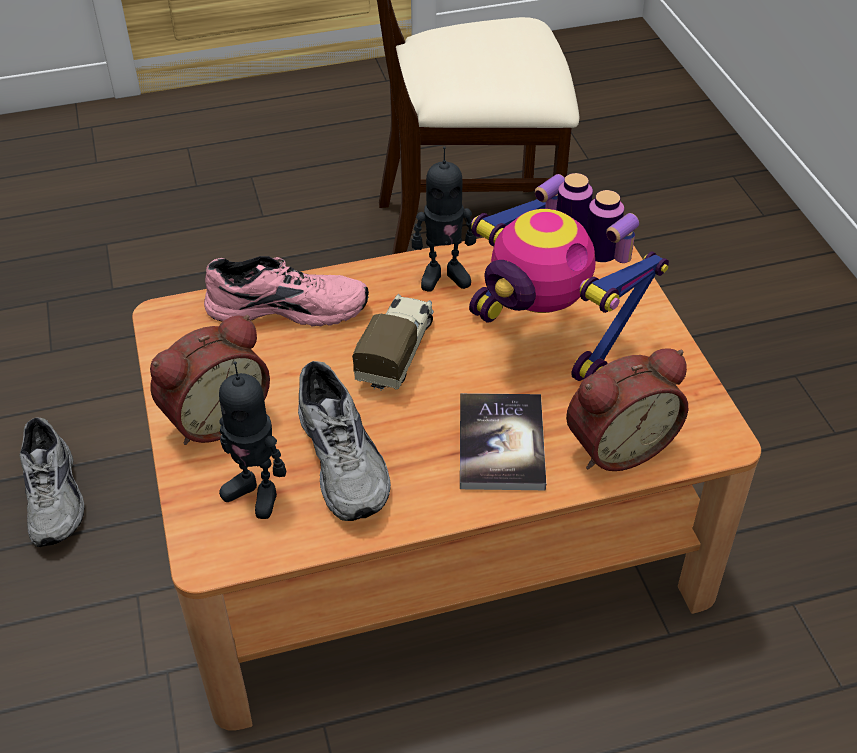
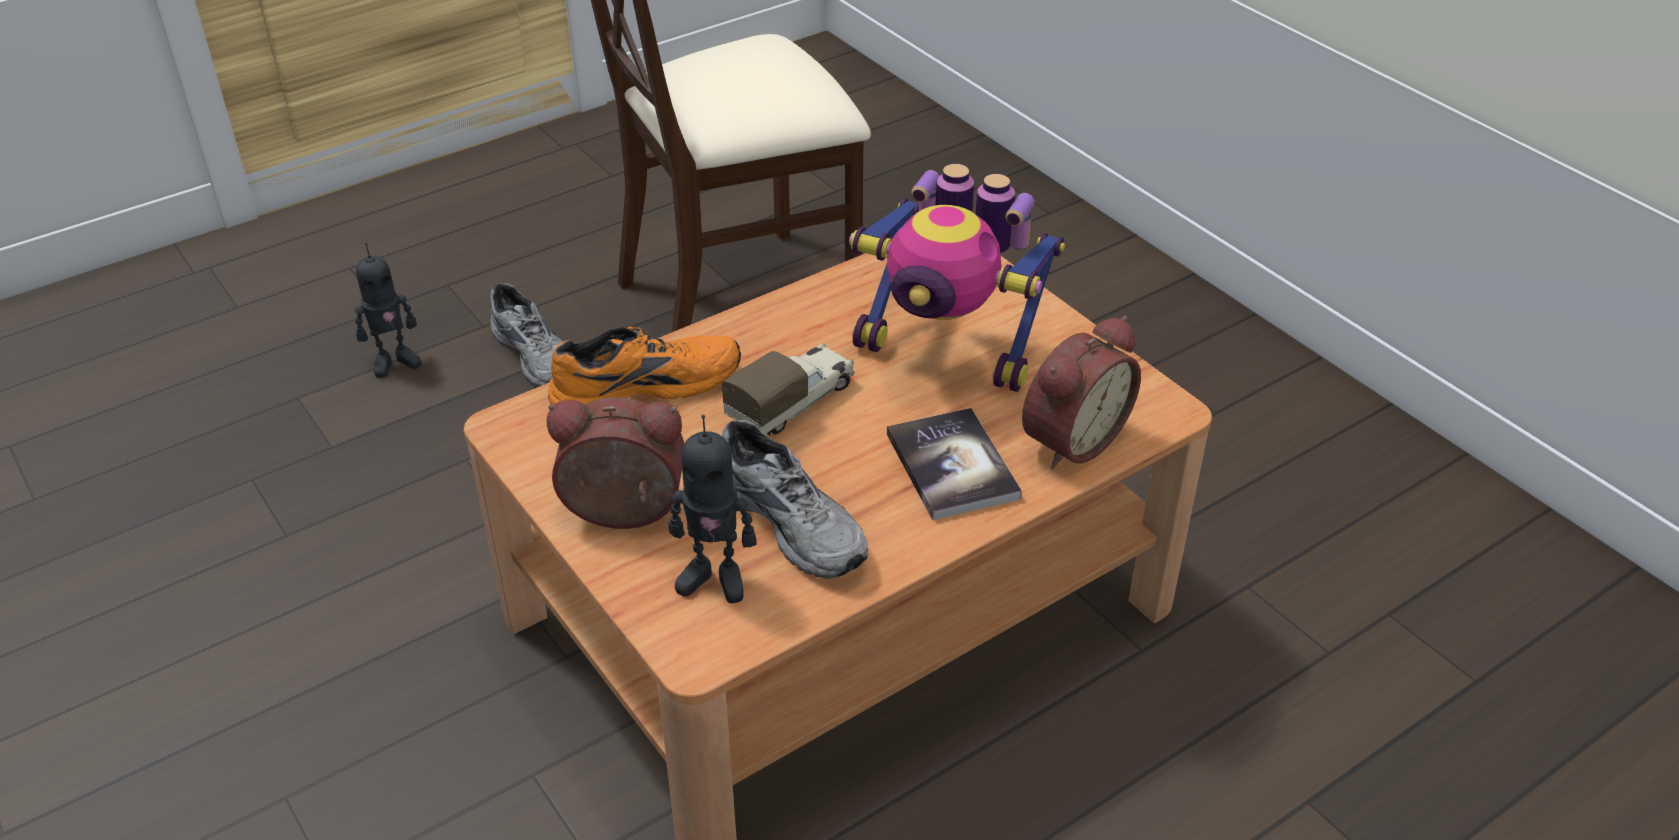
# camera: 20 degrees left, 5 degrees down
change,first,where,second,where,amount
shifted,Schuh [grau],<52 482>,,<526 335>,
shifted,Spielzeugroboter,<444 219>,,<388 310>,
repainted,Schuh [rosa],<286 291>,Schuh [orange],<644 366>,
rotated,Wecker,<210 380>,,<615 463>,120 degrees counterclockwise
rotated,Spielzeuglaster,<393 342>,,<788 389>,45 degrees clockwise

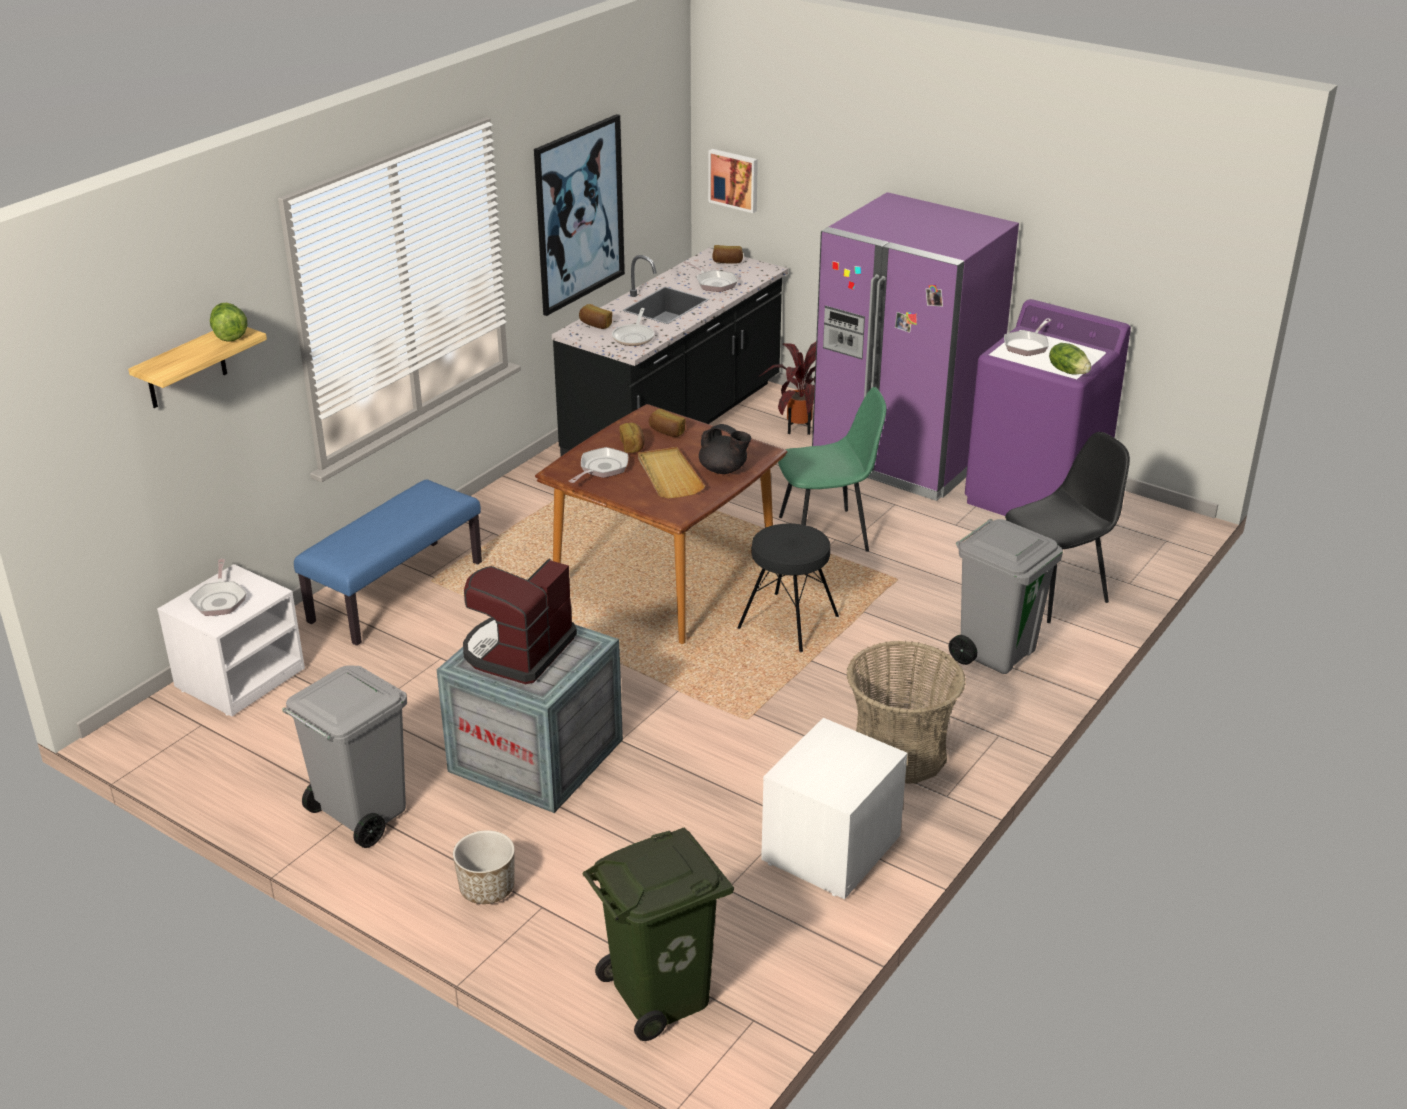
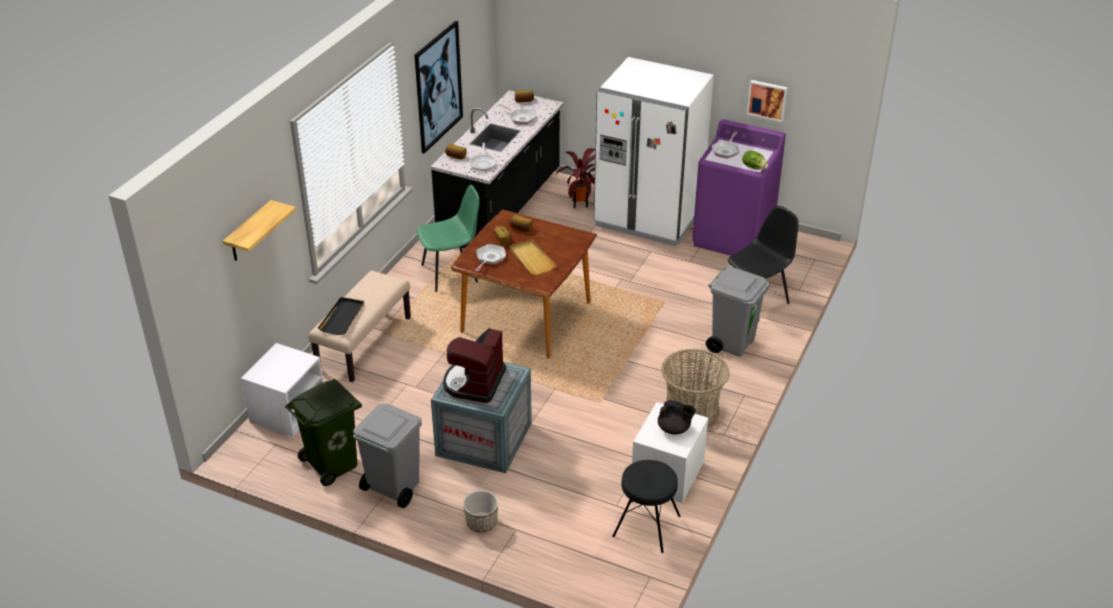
# camera: 10 degrees left, 5 degrees up
change,first,where,second,where,amount
gone,Pfanne,<218 587>,,,
gone,Salatkopf,<228 322>,,,
new,,,Tablett [schwarz],<341 316>,
shifted,Mülleimer [grün],<658 934>,,<323 432>,
shifted,Teekanne [schwarz],<725 449>,,<677 417>,
shifted,Bild,<733 181>,,<767 101>,
shifted,Hocker [schwarz],<788 587>,,<646 506>,
shifted,Stuhl [grün],<832 469>,,<448 238>,
repainted,Bank [blau],<388 562>,Bank [beige],<359 326>,
repainted,Kühlschrank [lila],<915 346>,Kühlschrank [weiß],<654 151>,

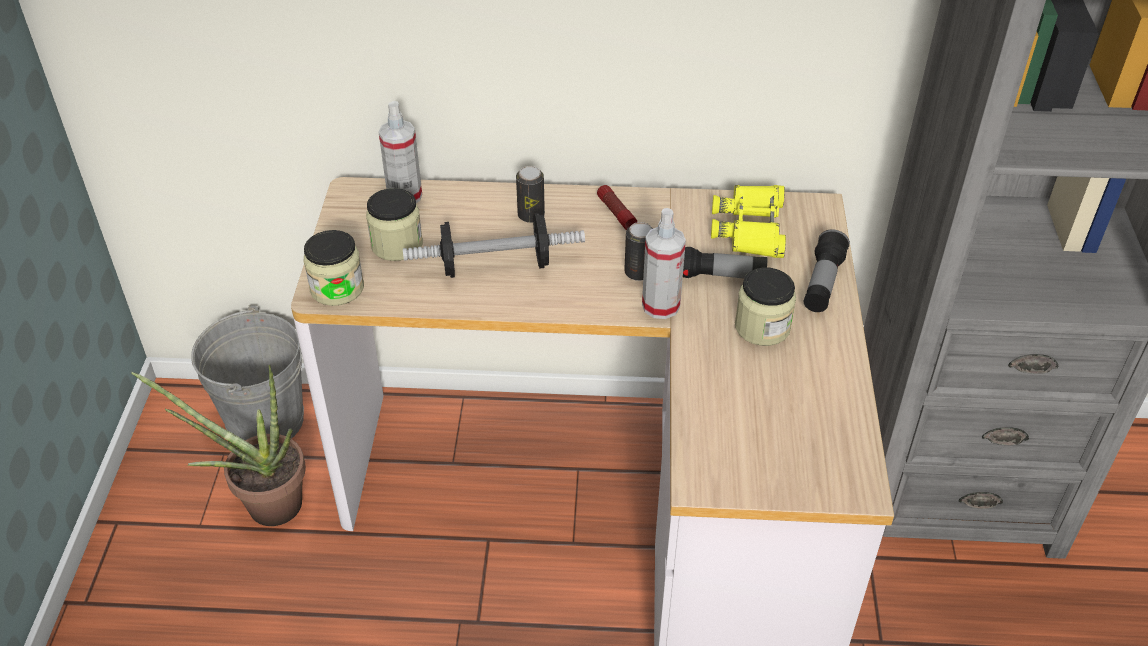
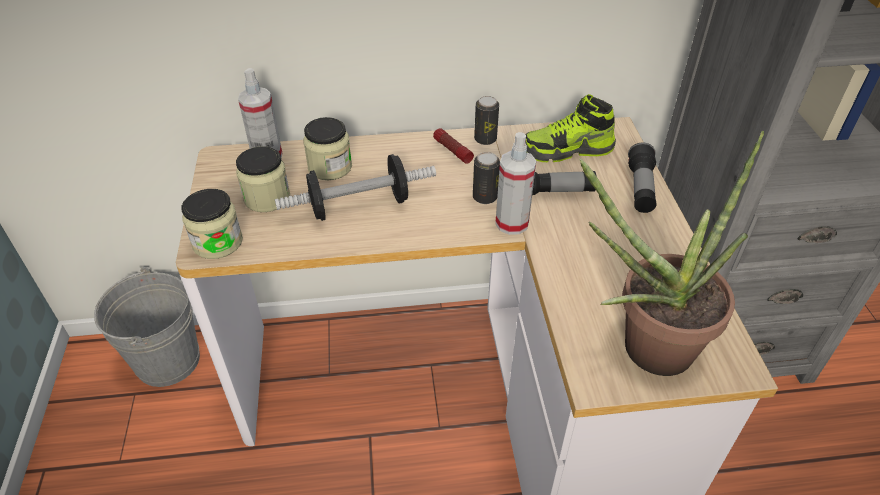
# camera: 10 degrees left, 0 degrees up
change,first,where,second,where,amount
shifted,Topfpflanze,<218 445>,,<671 253>,
shifted,Dose,<530 194>,,<486 120>,
shifted,Vorratsglas,<765 306>,,<327 148>,
swapped,Fernglas [gelb],<748 221>,Schuh,<570 128>,

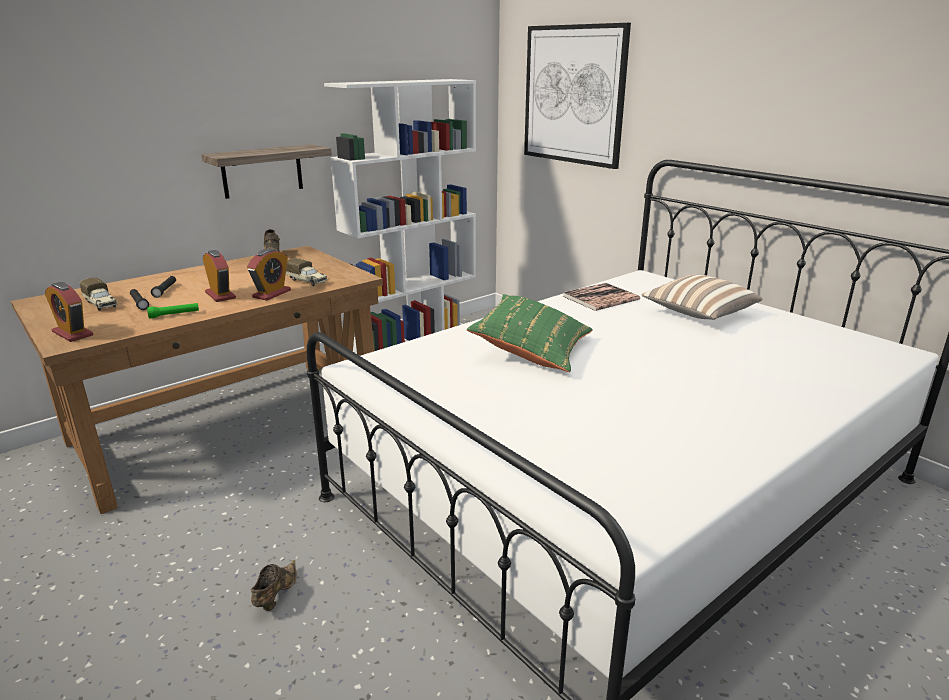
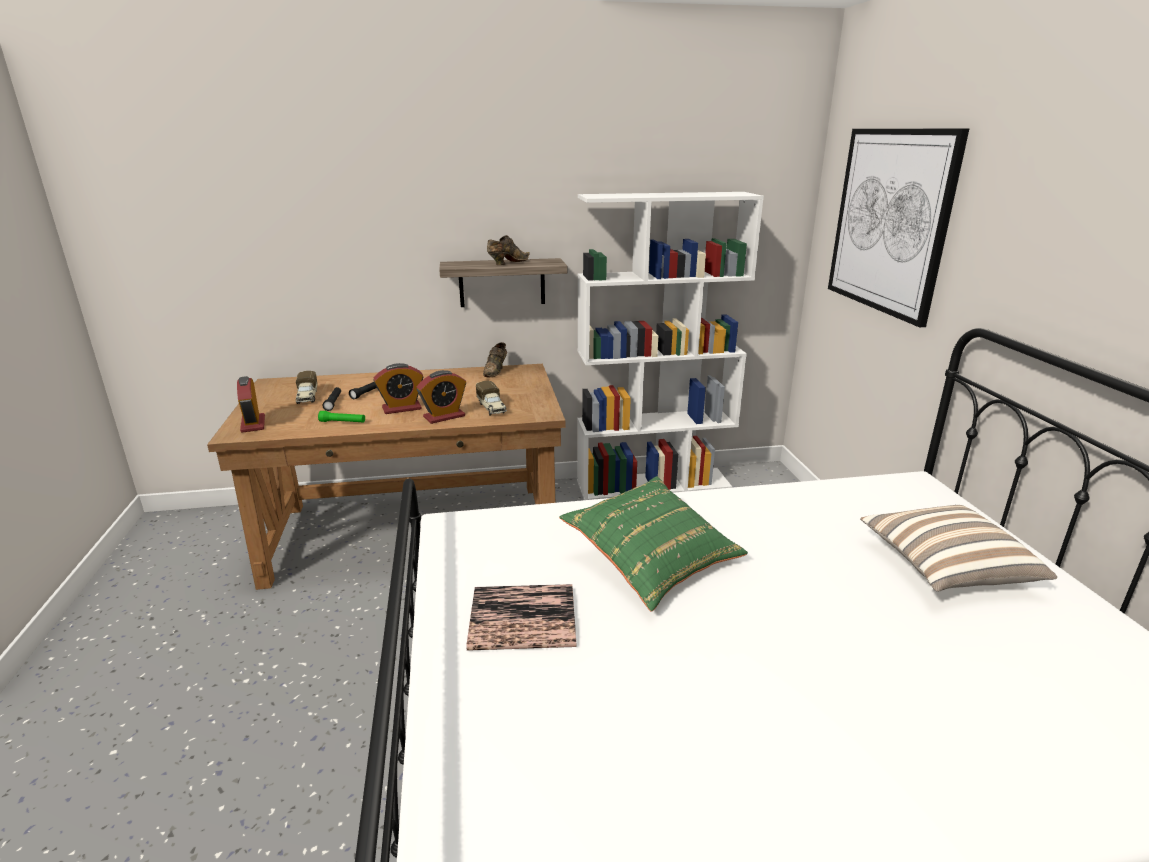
# camera: 30 degrees right, 0 degrees up
change,first,where,second,where,amount
shifted,Schuh [braun],<274 585>,,<508 250>,
shifted,Buch,<601 297>,,<521 617>,
rotated,Wecker,<219 276>,,<398 388>,75 degrees clockwise

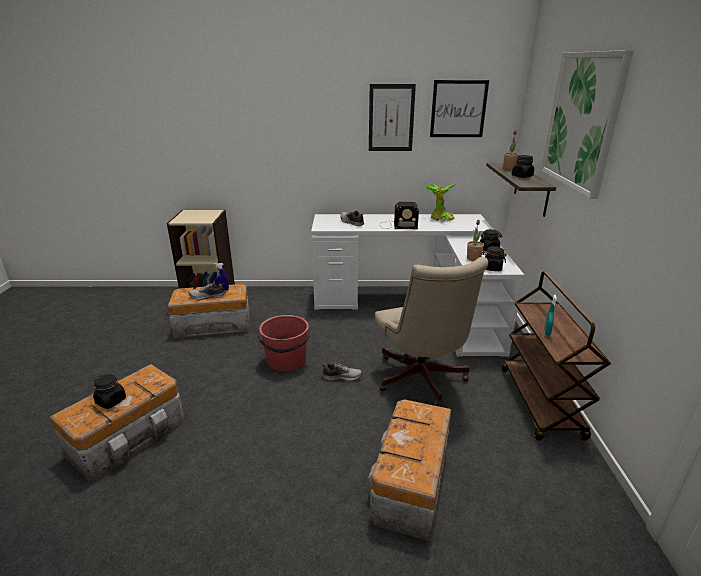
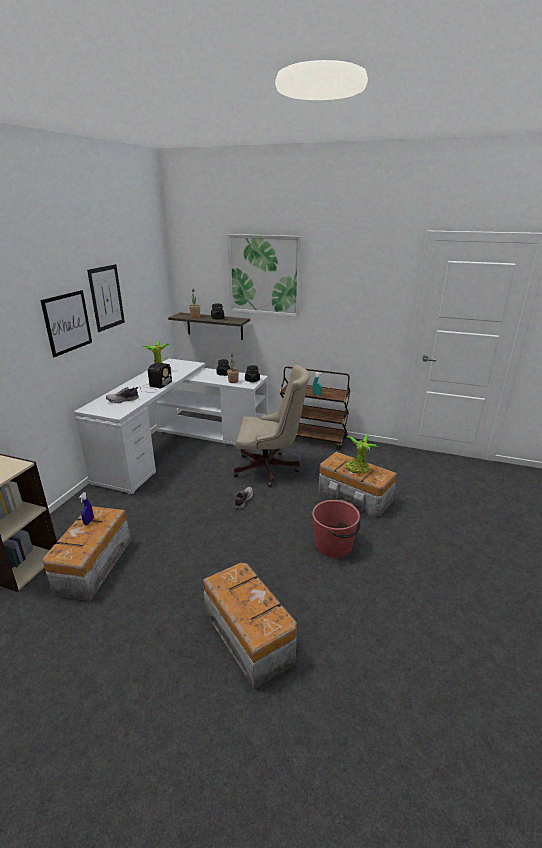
# camera: 70 degrees left, 0 degrees up
change,first,where,second,where,amount
gone,Vorratsglas [schwarz],<109 391>,,,
gone,Schuh,<207 291>,,,
new,,,Topfpflanze,<362 453>,
shifted,Eimer [rot],<283 343>,,<336 529>,
shifted,Bild,<459 108>,,<66 323>,

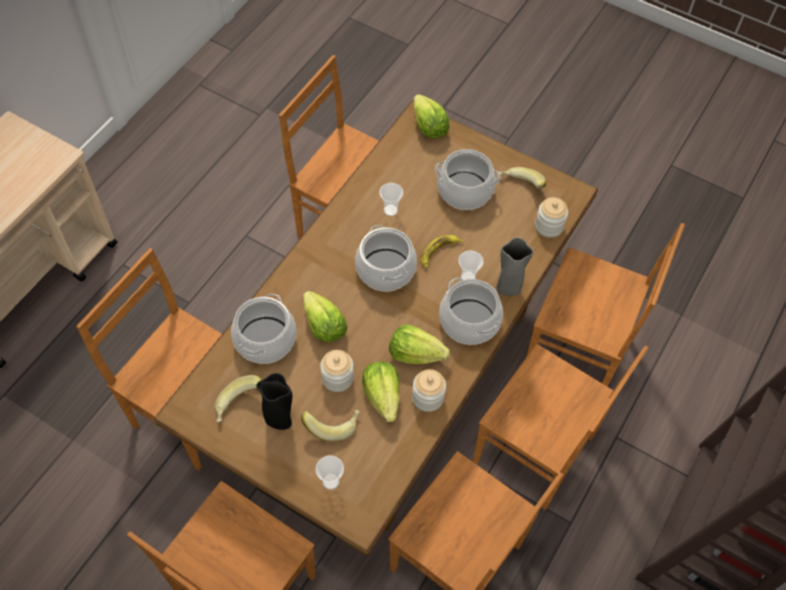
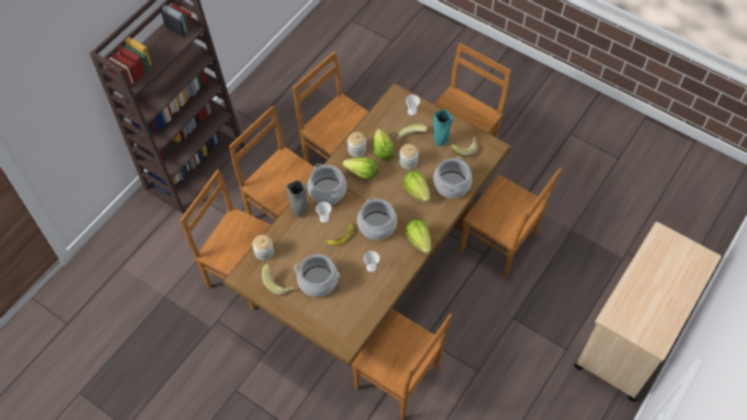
# camera: 175 degrees left, 0 degrees up
change,first,where,second,where,amount
shifted,Salatkopf,<431 116>,,<418 236>,
repainted,Vase [schwarz],<274 401>,Vase [türkis],<443 128>,

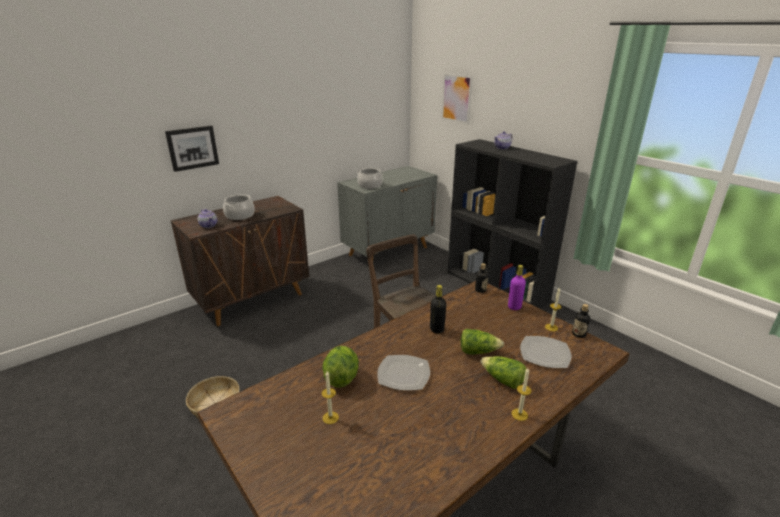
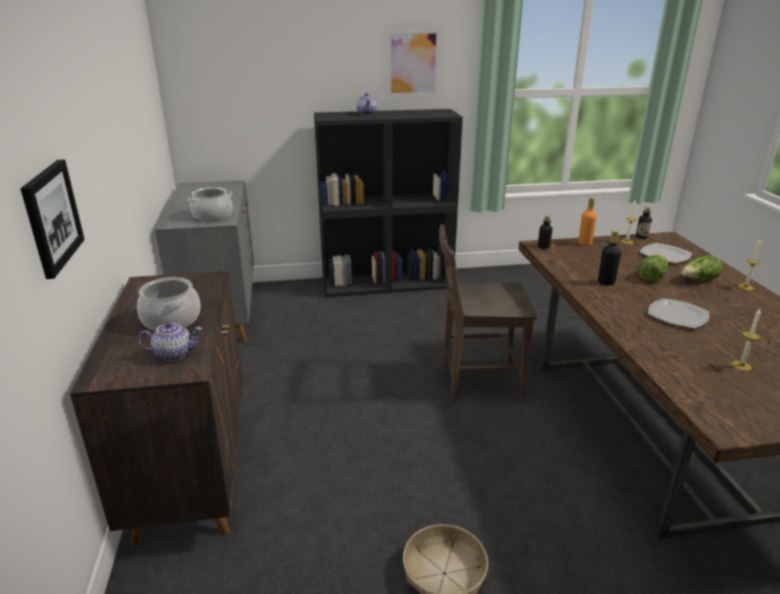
# camera: 60 degrees left, 0 degrees up
change,first,where,second,where,amount
gone,Salatkopf,<340 367>,,,
shifted,Bild,<457 98>,,<413 63>,
repainted,Flasche [lila],<517 287>,Flasche [orange],<587 221>,

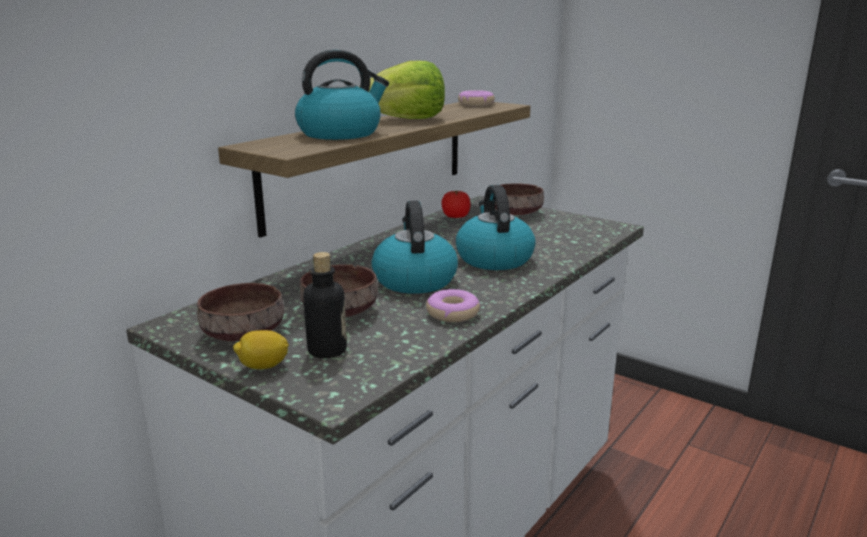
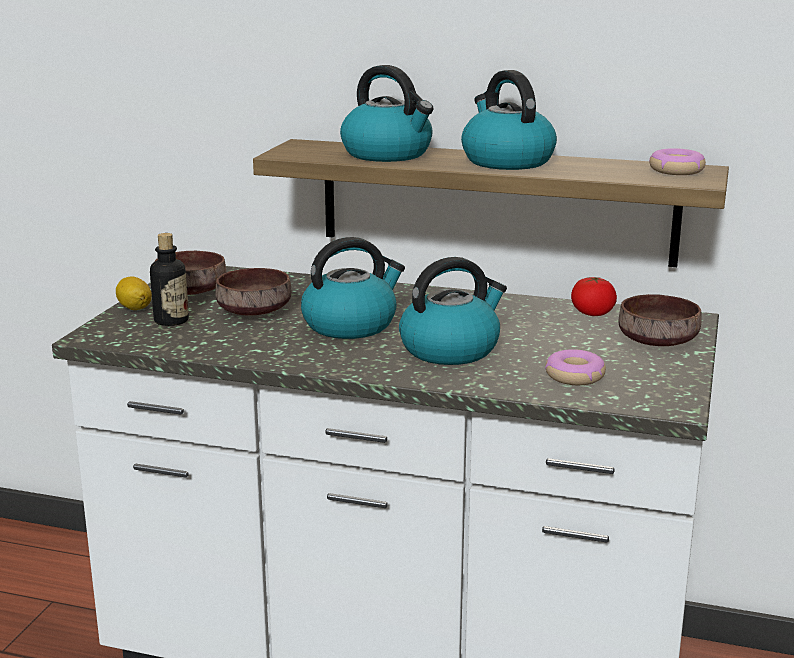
# camera: 70 degrees right, 0 degrees up
change,first,where,second,where,amount
shifted,Donut,<453 305>,,<575 367>,
swapped,Salatkopf,<407 90>,Wasserkessel,<509 120>,

